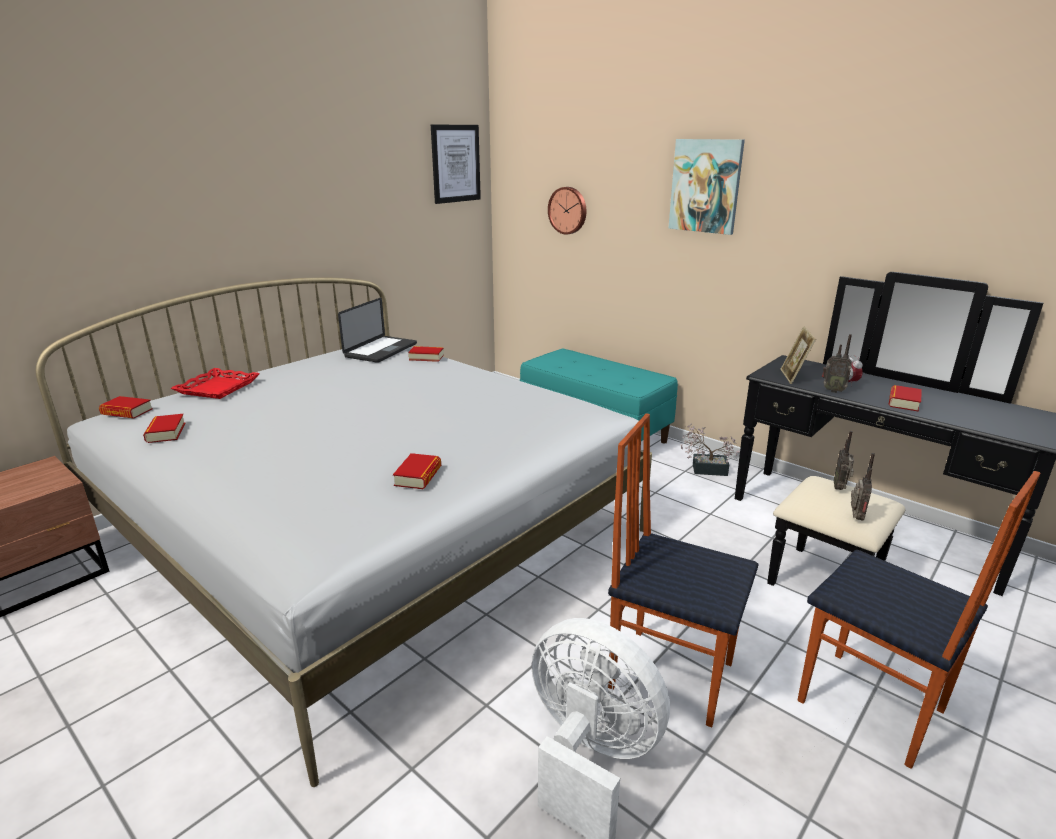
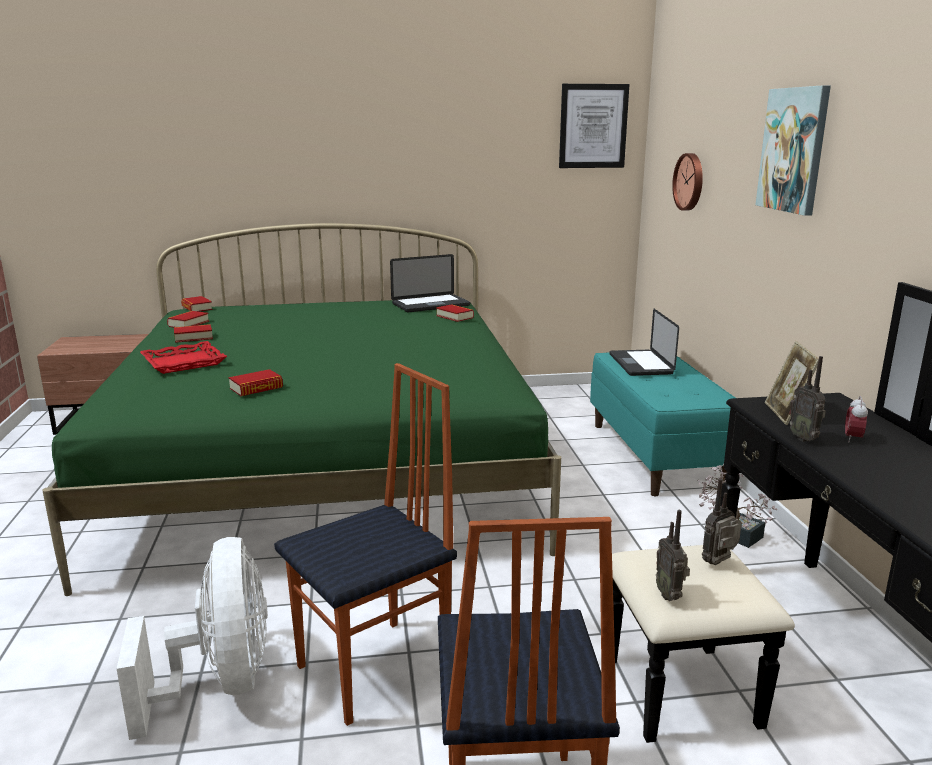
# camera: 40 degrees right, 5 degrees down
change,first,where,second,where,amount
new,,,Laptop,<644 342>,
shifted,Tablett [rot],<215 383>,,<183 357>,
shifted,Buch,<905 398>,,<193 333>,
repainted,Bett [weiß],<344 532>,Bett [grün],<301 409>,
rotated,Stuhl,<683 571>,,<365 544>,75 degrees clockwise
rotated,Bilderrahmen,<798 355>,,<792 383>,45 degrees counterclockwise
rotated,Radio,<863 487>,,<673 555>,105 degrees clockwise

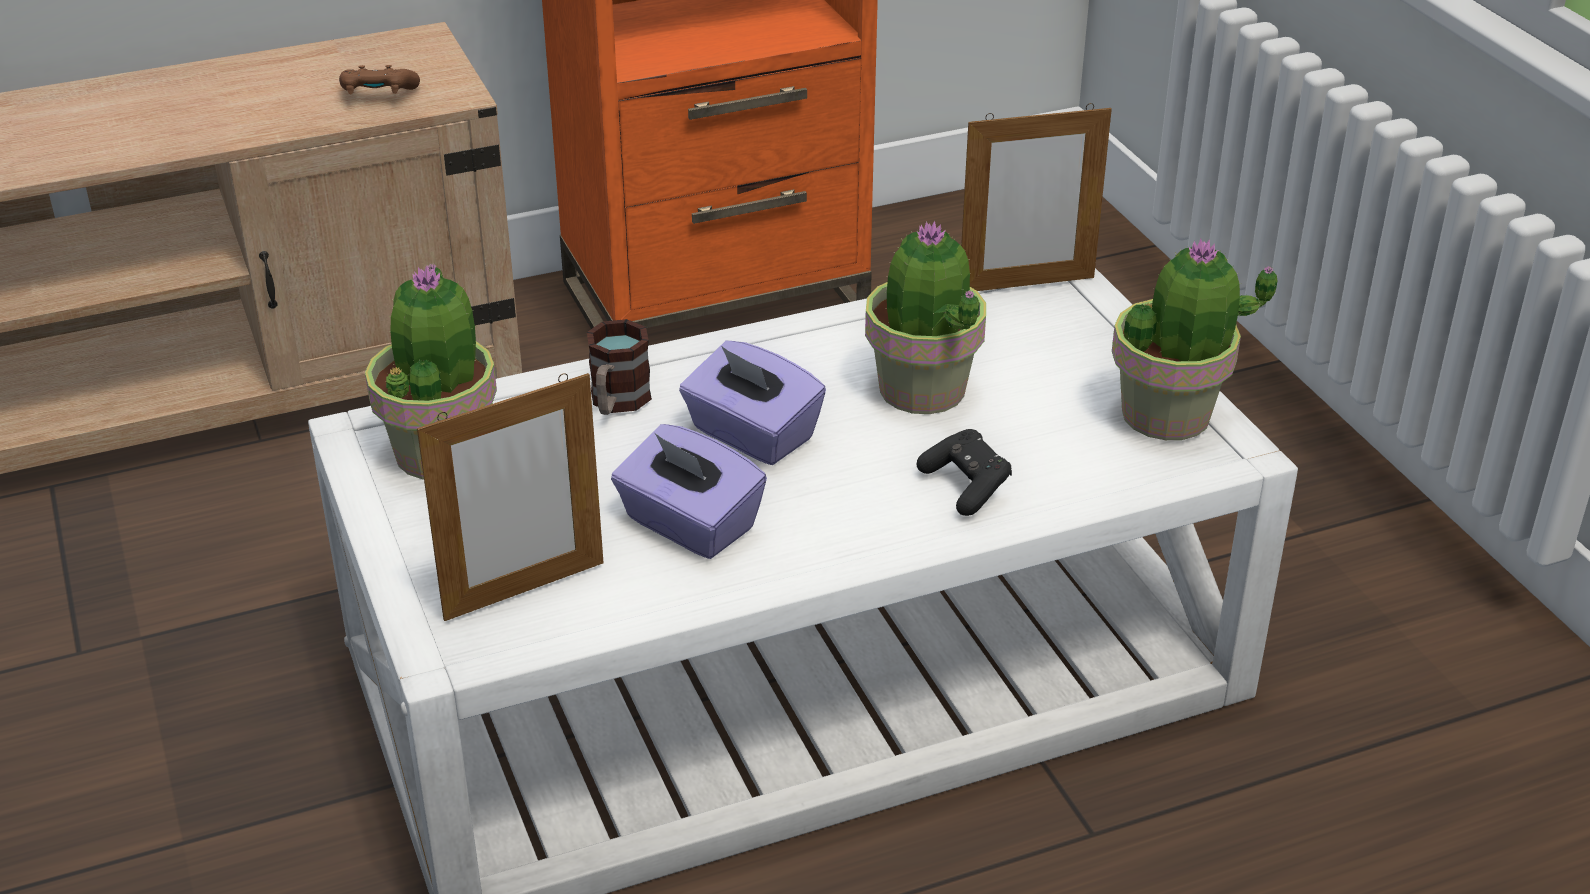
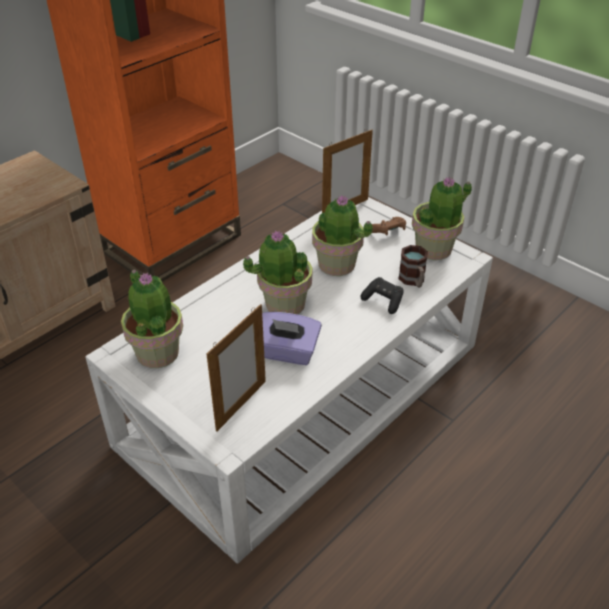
# camera: 25 degrees left, 5 degrees up
change,first,where,second,where,amount
shifted,Gamepad [braun],<379 79>,,<389 226>,
shifted,Henkelbecher,<619 367>,,<413 266>,
swapped,Taschentuchbox [lila],<752 403>,Topfpflanze,<277 272>,

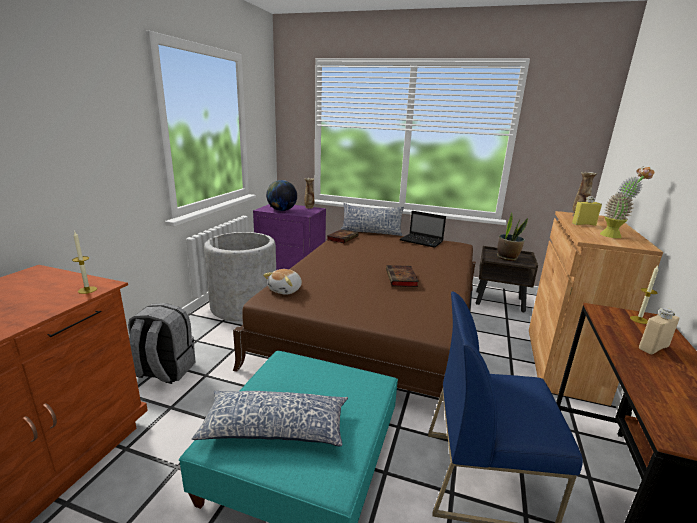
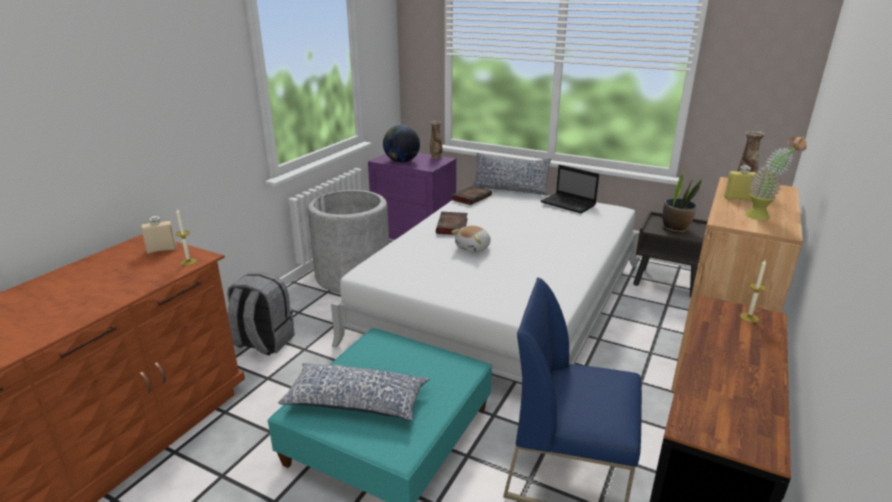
# camera: 10 degrees right, 5 degrees up
change,first,where,second,where,amount
shifted,Plüschtier,<282 282>,,<471 239>,
shifted,Buch,<402 276>,,<452 223>,
shifted,Flasche [beige],<659 331>,,<159 235>,
repainted,Bett [braun],<354 315>,Bett [weiß],<485 285>,

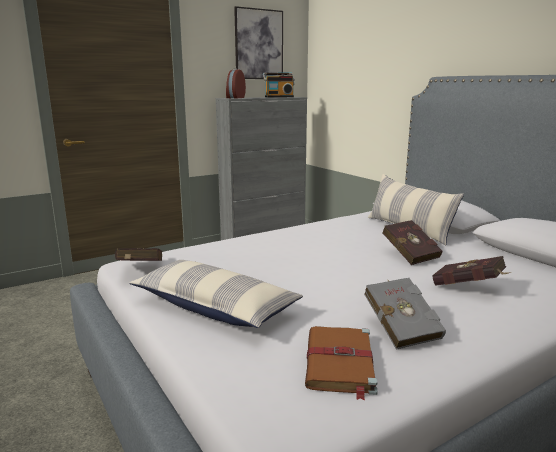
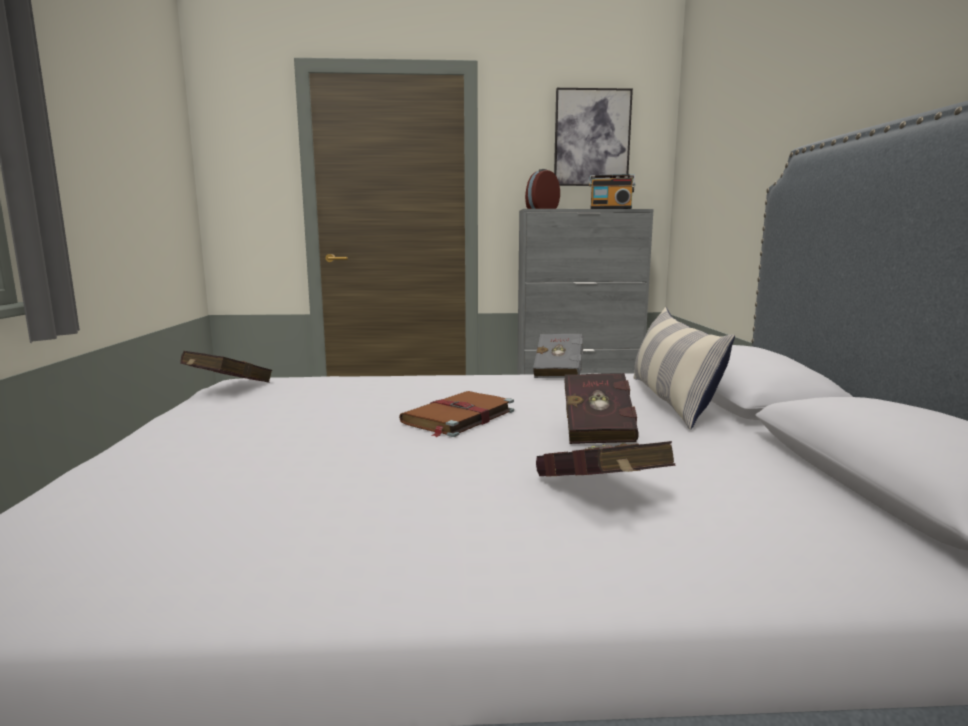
# camera: 30 degrees right, 5 degrees down
change,first,where,second,where,amount
gone,Kissen,<216 294>,,,
shifted,Buch [braun],<341 363>,,<456 414>,
shifted,Buch [grau],<405 314>,,<558 356>,

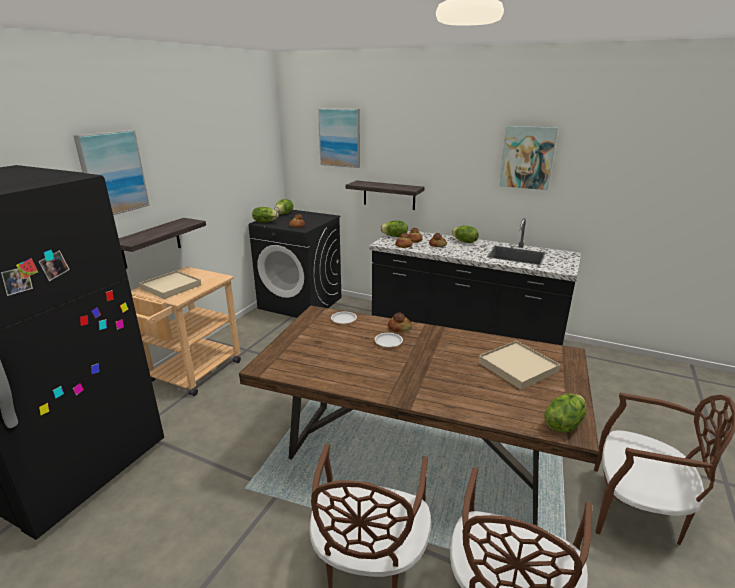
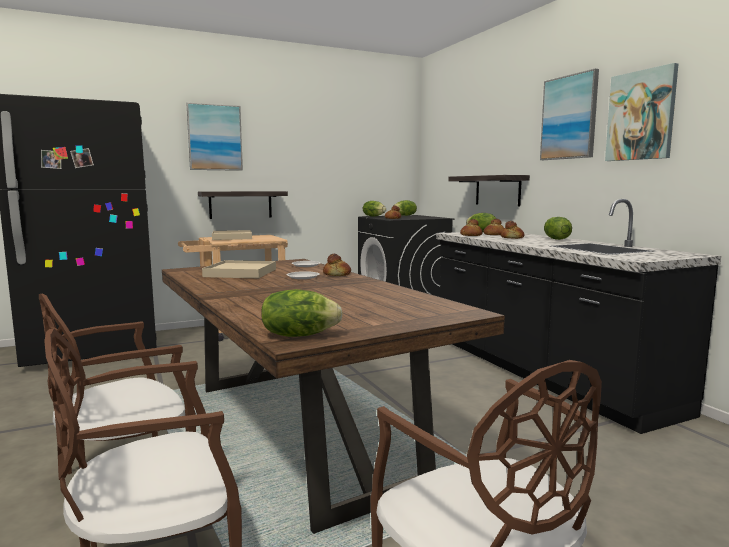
# camera: 40 degrees right, 15 degrees down
change,first,where,second,where,amount
shifted,Bild,<339 138>,,<569 114>,
shifted,Tablett [beige],<519 365>,,<239 269>,

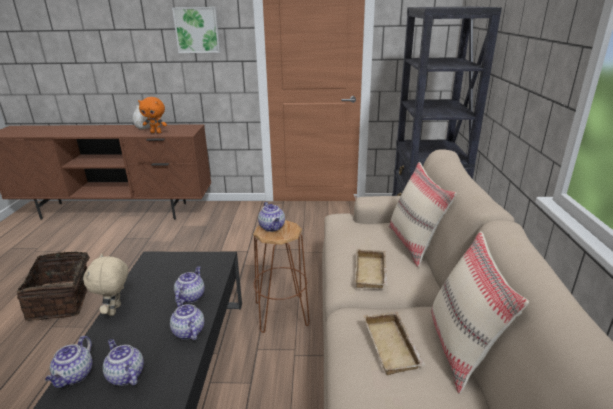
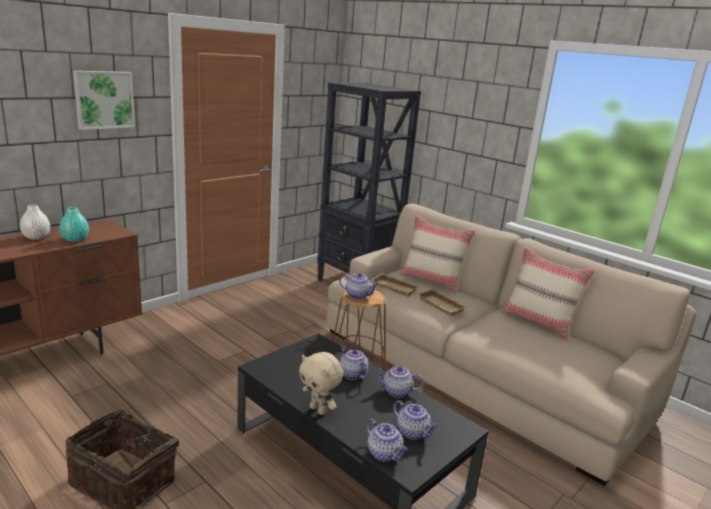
# camera: 50 degrees left, 5 degrees down
change,first,where,second,where,amount
shifted,Tablett [beige],<394 343>,,<396 285>,
swapped,Plüschtier [orange],<152 115>,Vase [türkis],<74 224>,
rotated,Teekanne,<123 362>,,<415 420>,135 degrees counterclockwise

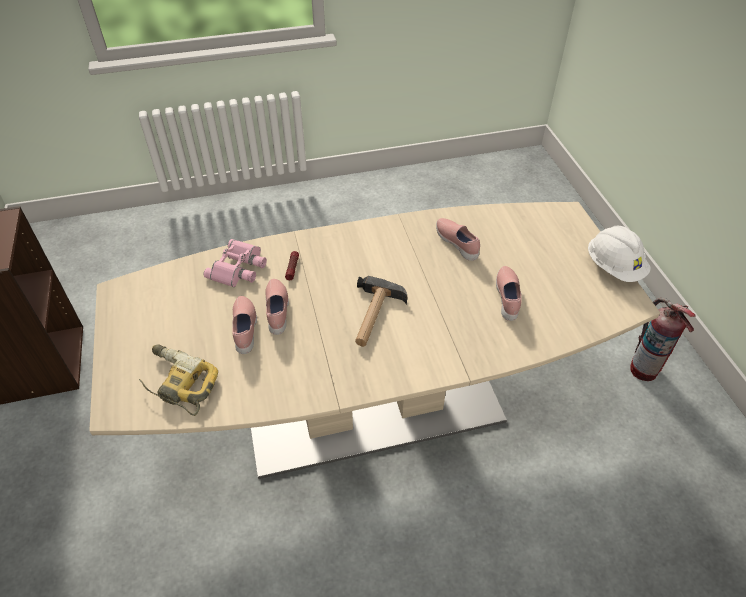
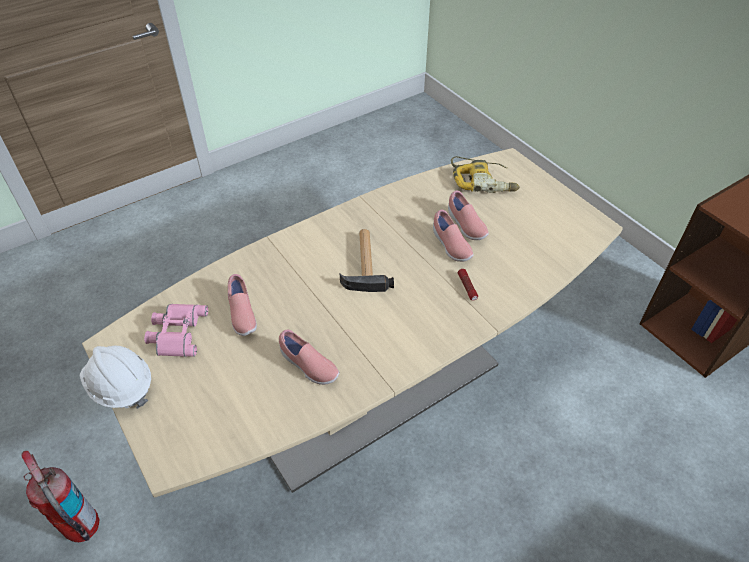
# camera: 160 degrees right, 0 degrees up
change,first,where,second,where,amount
shifted,Fernglas [rosa],<235 263>,,<176 330>,

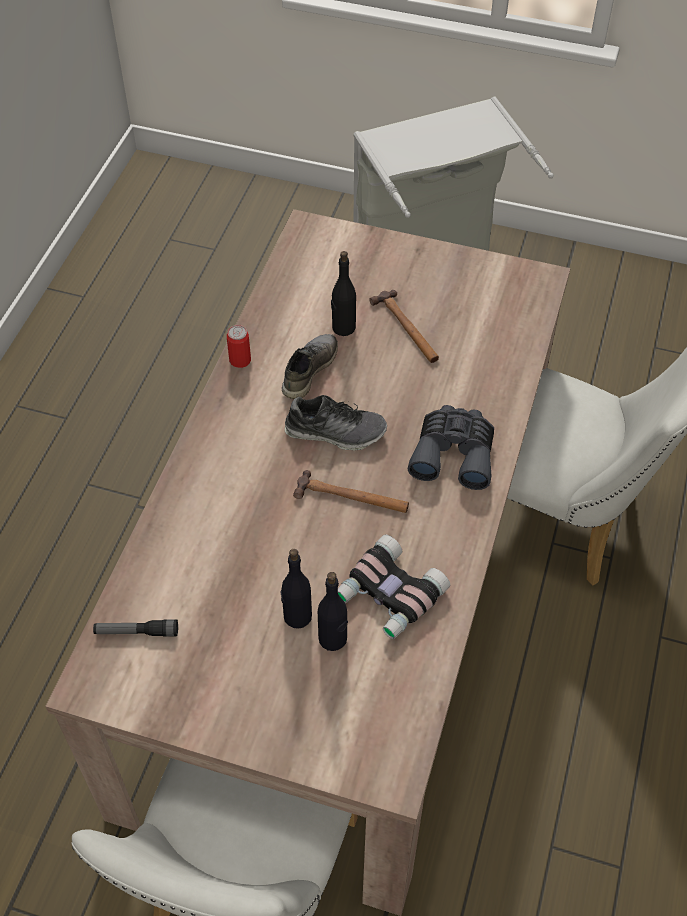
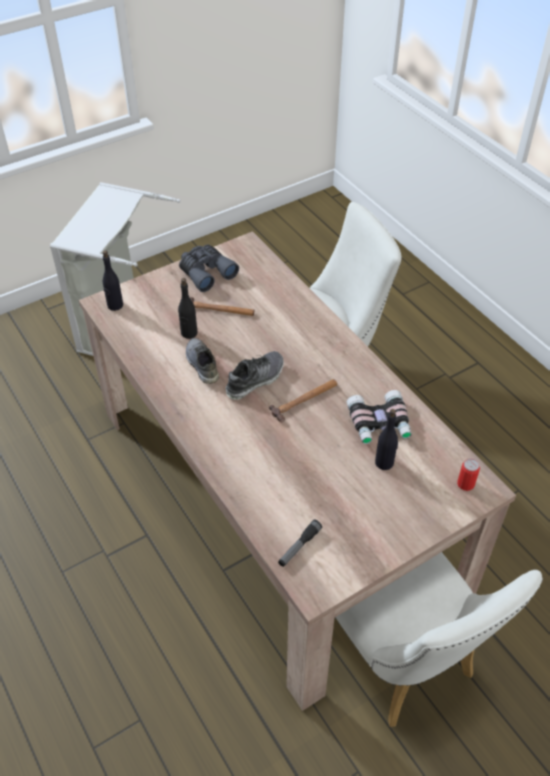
# camera: 50 degrees left, 5 degrees down
change,first,where,second,where,amount
shifted,Dose,<239 346>,,<468 474>,
shifted,Flasche [schwarz],<296 589>,,<113 280>,
shifted,Fernglas [grau],<451 447>,,<209 268>,

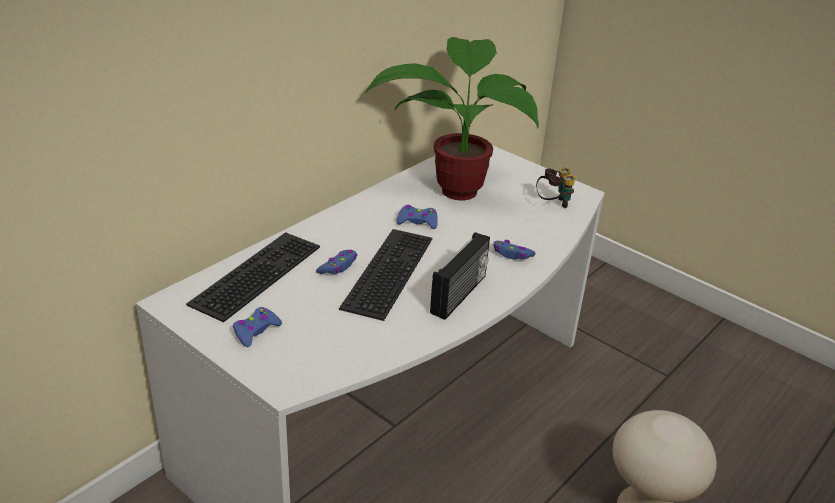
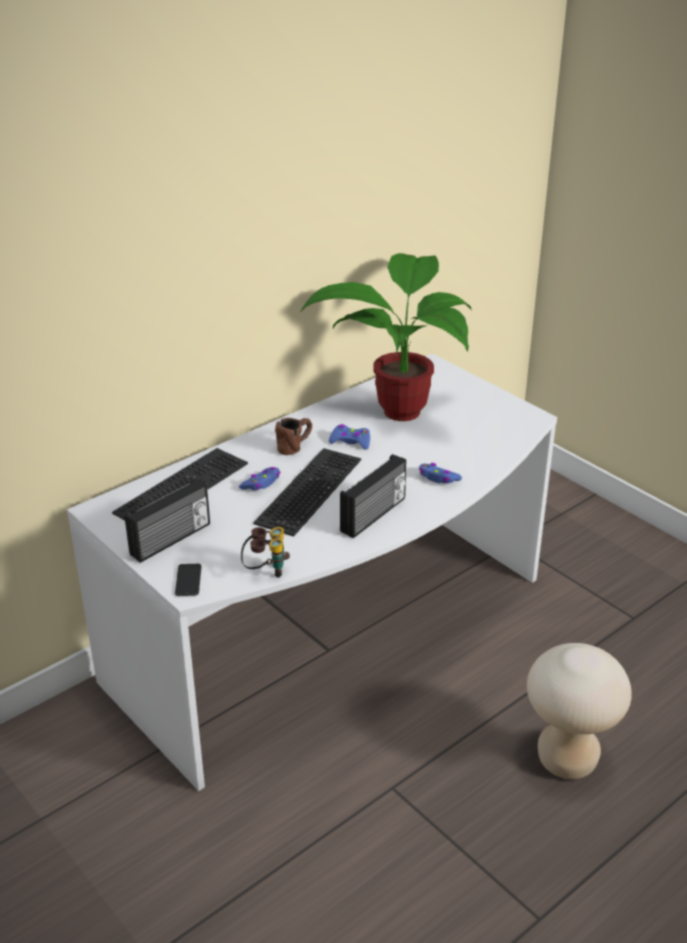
# camera: 10 degrees right, 0 degrees up
change,first,where,second,where,amount
new,,,Handy,<188 580>,
new,,,Henkelbecher [braun],<293 436>,
shifted,Fernglas,<555 188>,,<265 552>,
swapped,Gamepad [blau],<257 327>,Radio,<167 520>,

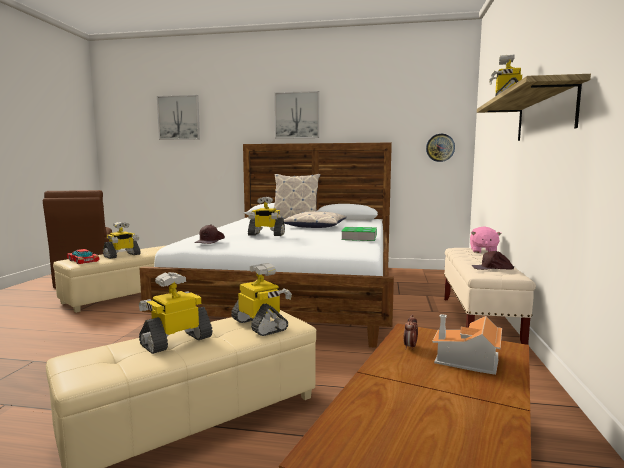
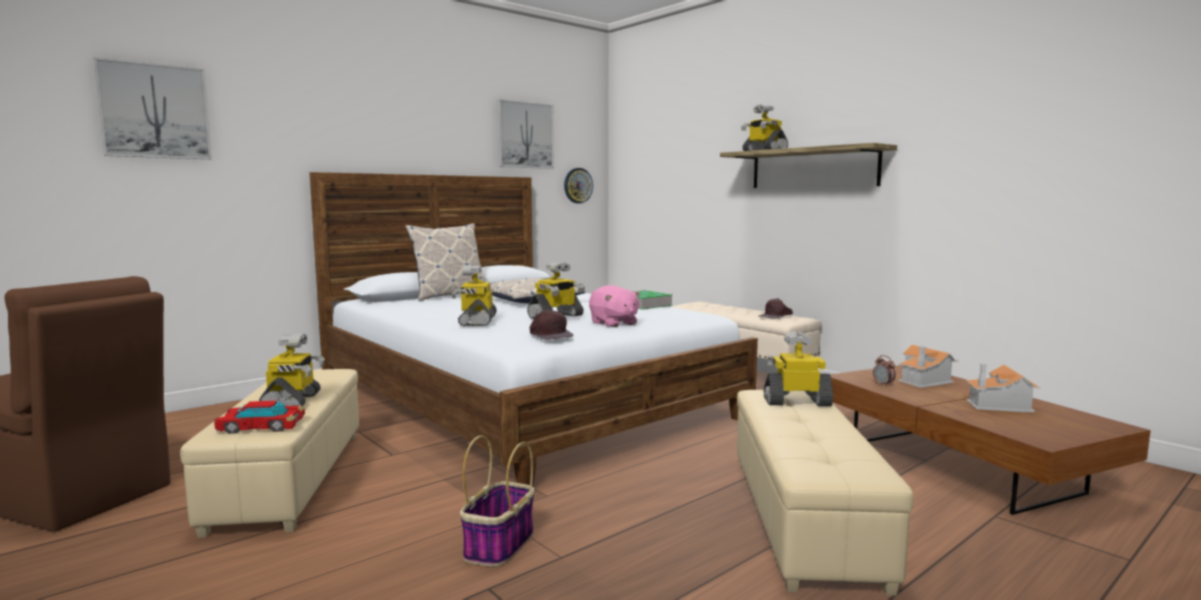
# camera: 50 degrees left, 0 degrees up
change,first,where,second,where,amount
new,,,Korb,<497 501>,
new,,,Spielzeughaus,<1003 388>,
shifted,Spielzeugroboter,<176 313>,,<474 295>,
shifted,Bild,<296 115>,,<525 134>,
shifted,Plüschtier [rosa],<486 239>,,<614 306>,

